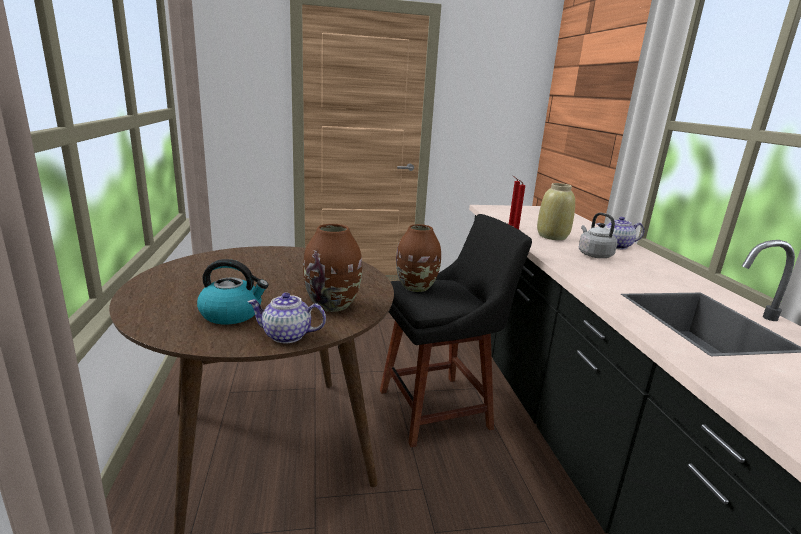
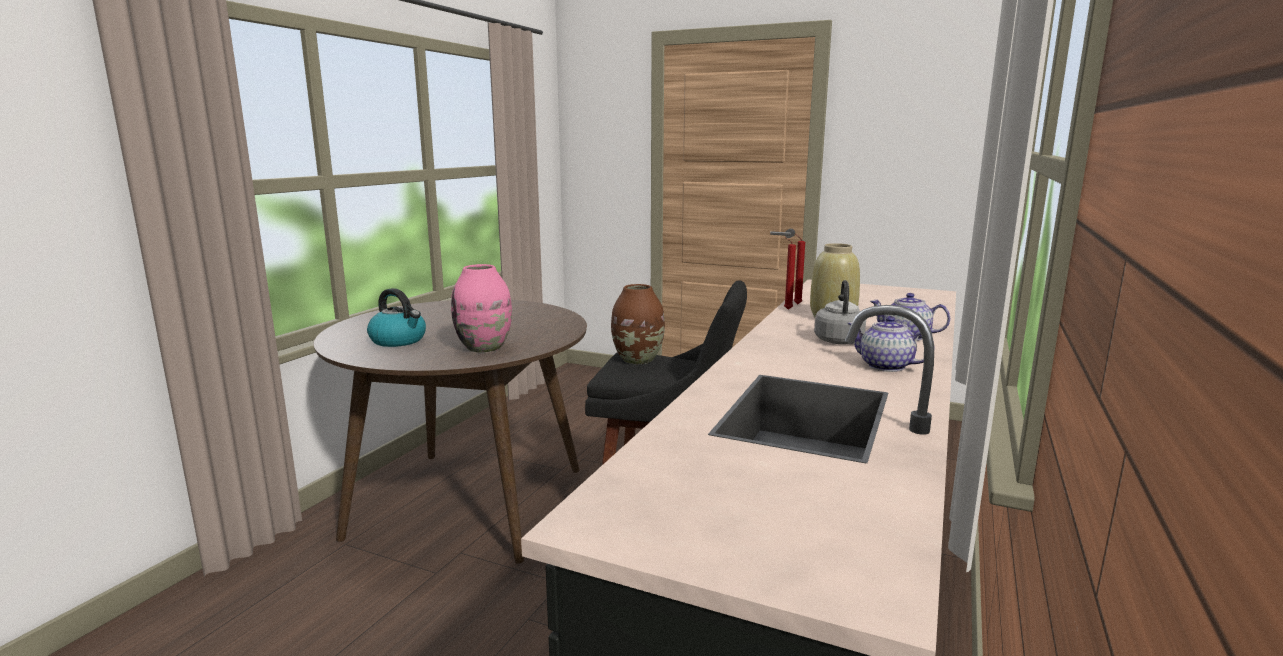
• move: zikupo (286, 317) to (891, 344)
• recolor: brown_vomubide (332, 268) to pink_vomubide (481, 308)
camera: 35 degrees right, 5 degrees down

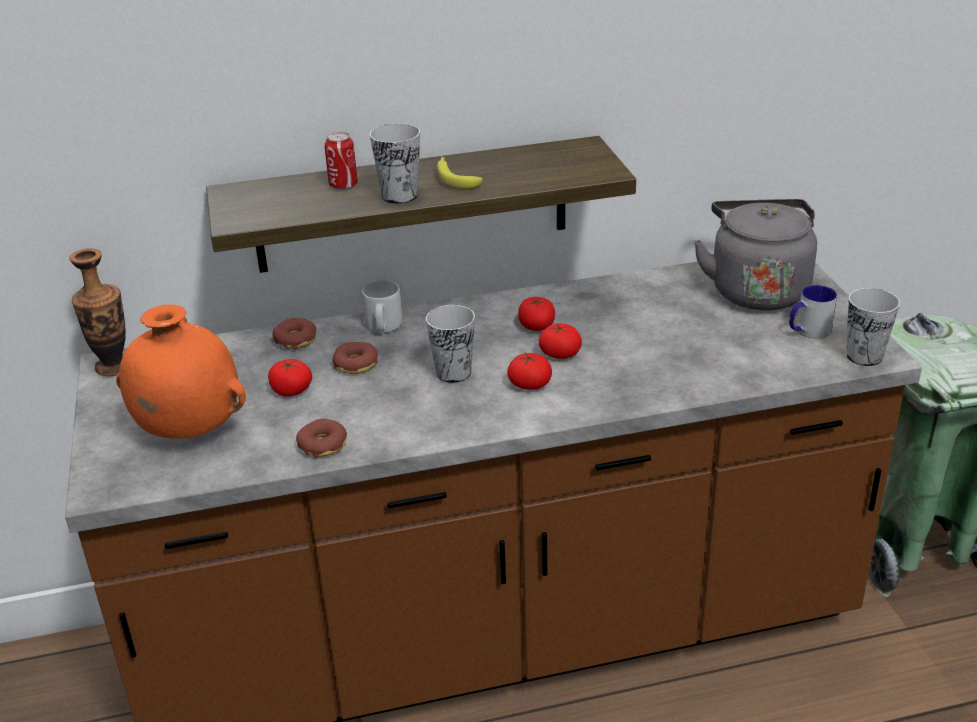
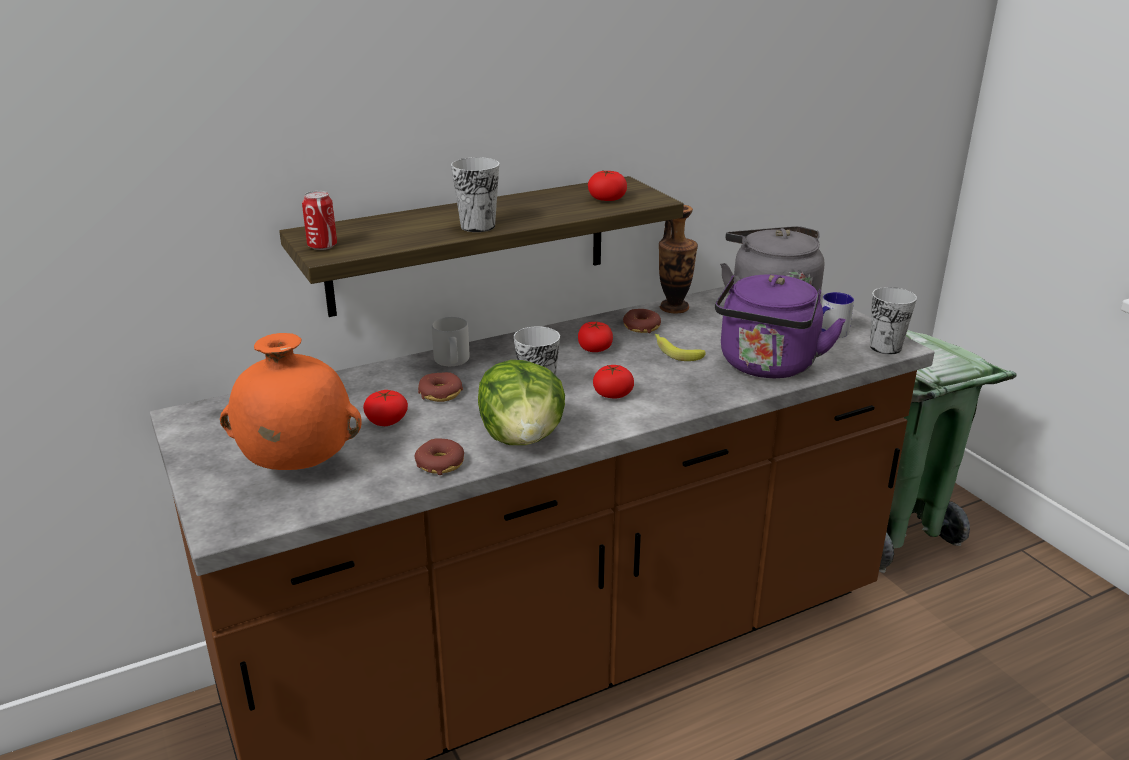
• move: vomubide (97, 312) to (678, 259)
• move: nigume (294, 334) to (642, 321)
• move: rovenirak (341, 161) to (319, 220)
• move: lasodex (460, 173) to (680, 347)
• move: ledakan (560, 341) to (607, 185)
• insert: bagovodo (521, 402)
• insert: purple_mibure (780, 326)
camera: 15 degrees left, 5 degrees down

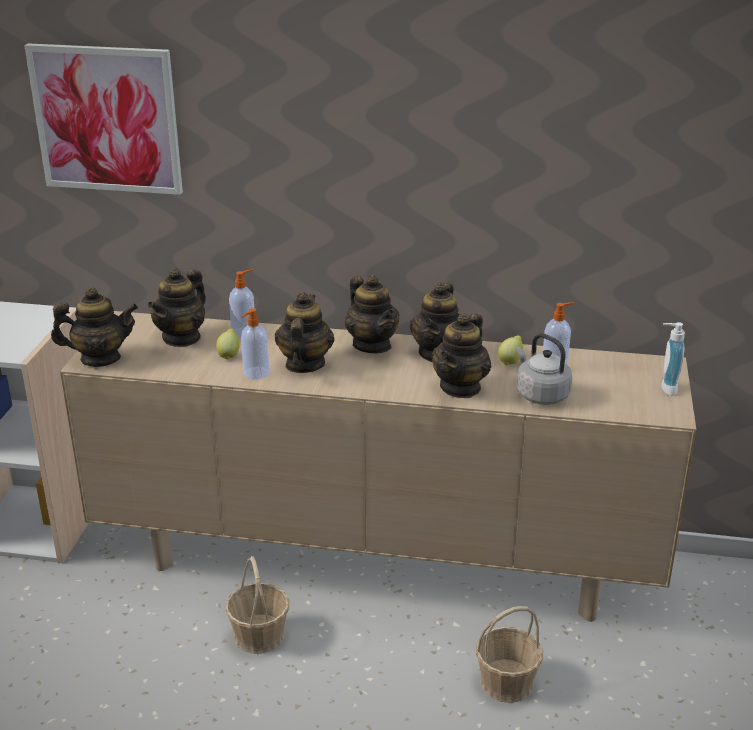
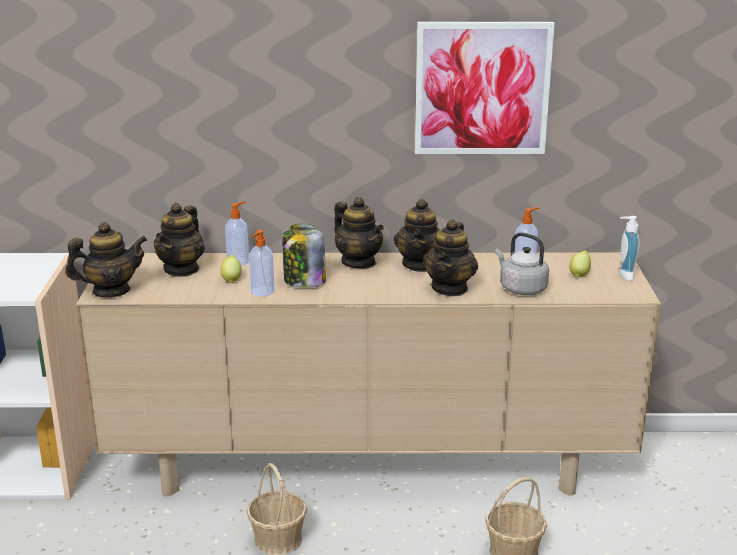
• move: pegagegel (103, 119) to (485, 88)
• replace: zikupo (304, 332) to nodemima (304, 256)
• move: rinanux (510, 350) to (580, 264)
camera: 10 degrees left, 5 degrees down

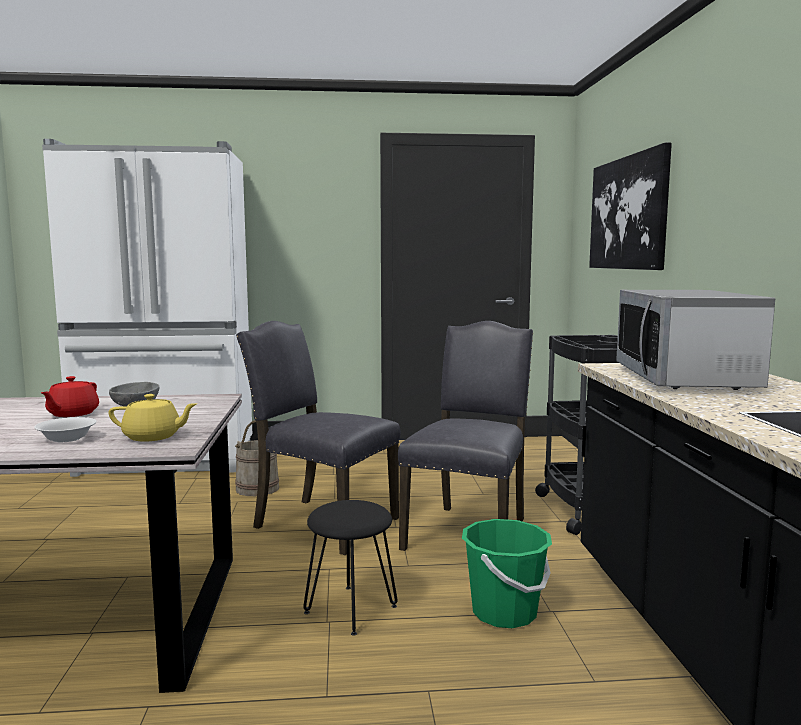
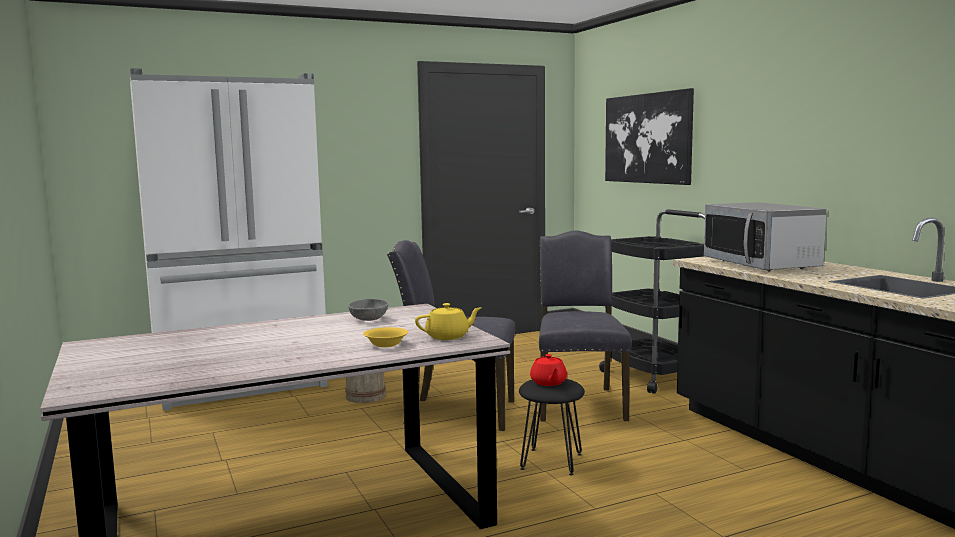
• recolor: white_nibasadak (65, 429) to yellow_nibasadak (385, 337)
• move: red_zikupo (70, 396) to (548, 370)
• delete: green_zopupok (507, 573)
camera: 20 degrees left, 0 degrees up

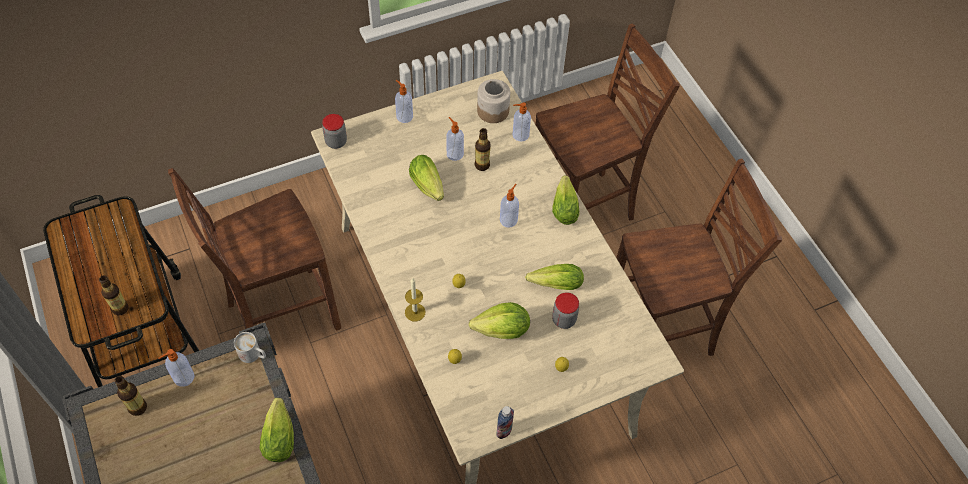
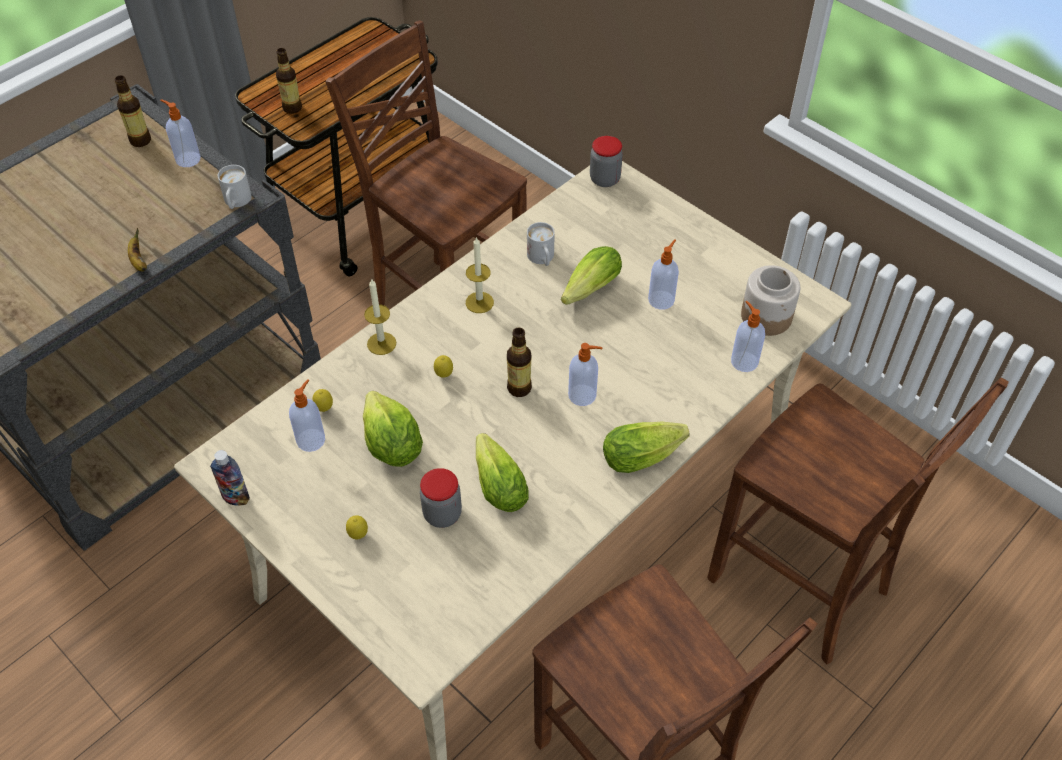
• replace: bagovodo (276, 430) to lasodex (137, 249)
• move: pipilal (404, 101) to (307, 415)
• move: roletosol (483, 149) to (519, 362)
• insert: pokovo (480, 274)
• insert: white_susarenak (541, 244)
camera: 70 degrees right, 5 degrees down

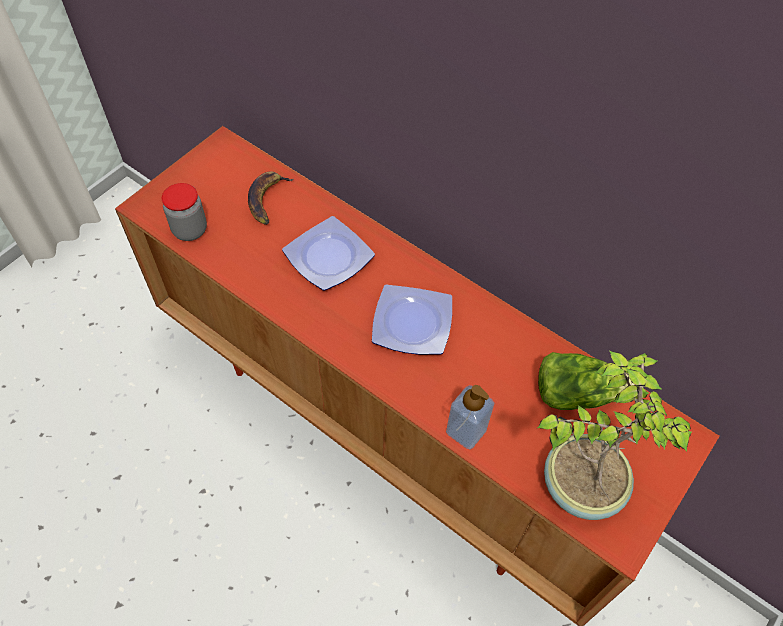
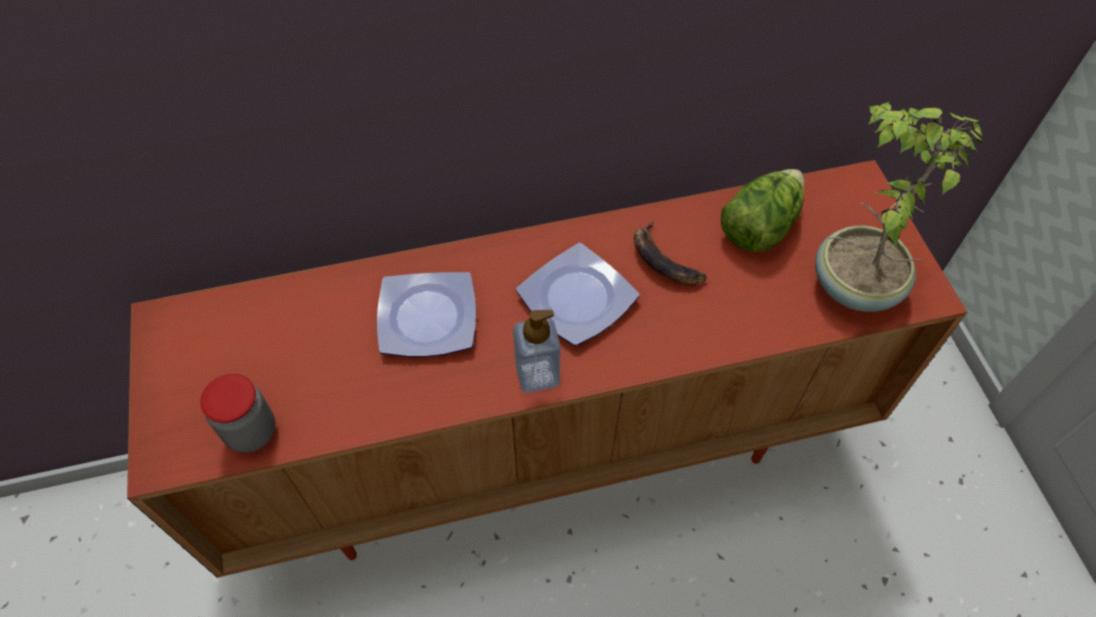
• move: lasodex (271, 198) to (670, 253)
• move: pipilal (470, 417) to (537, 351)
camera: 50 degrees left, 0 degrees up

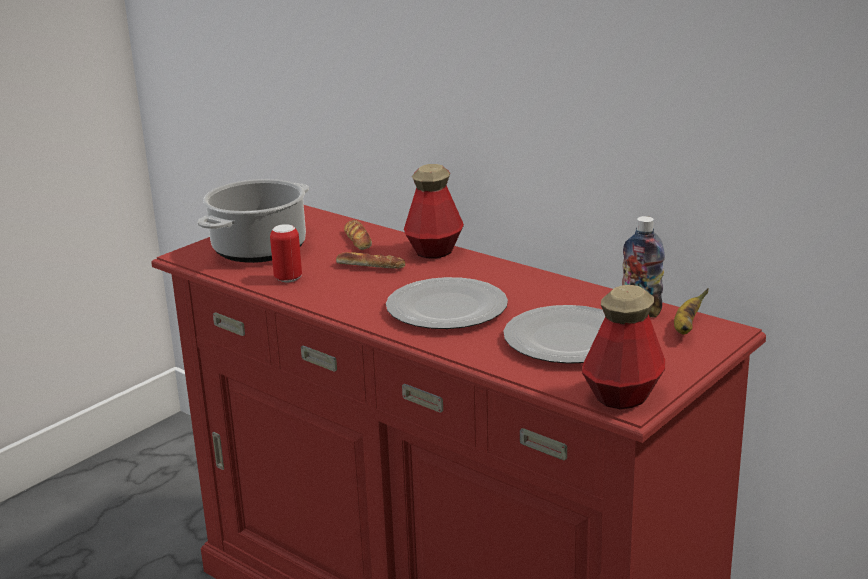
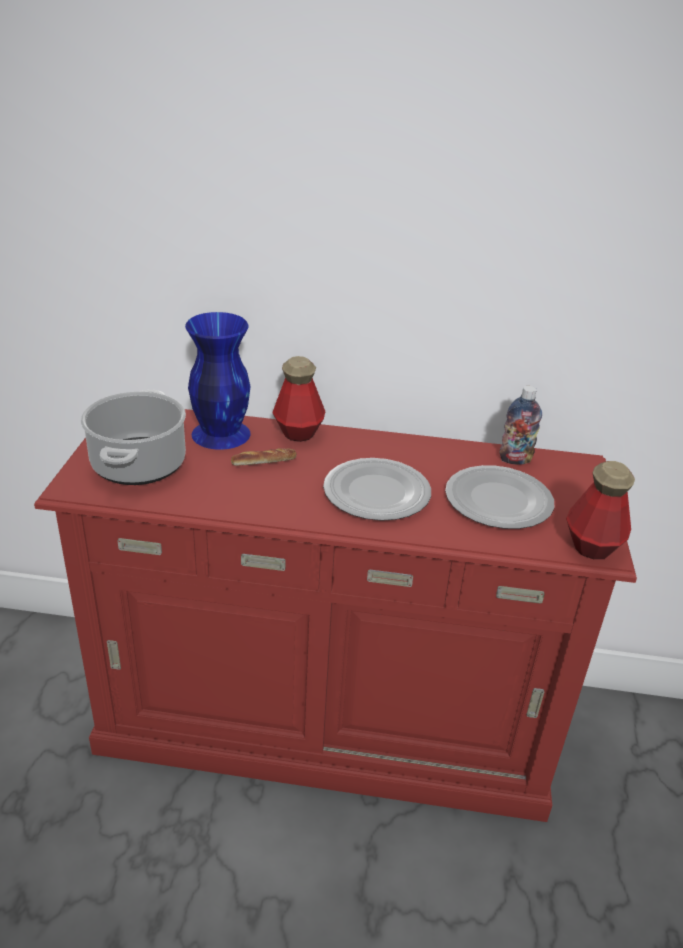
• delete: rovenirak (286, 253)
• replace: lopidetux (358, 235) to blue_vomubide (218, 381)
• delete: lasodex (691, 311)
camera: 35 degrees left, 10 degrees up

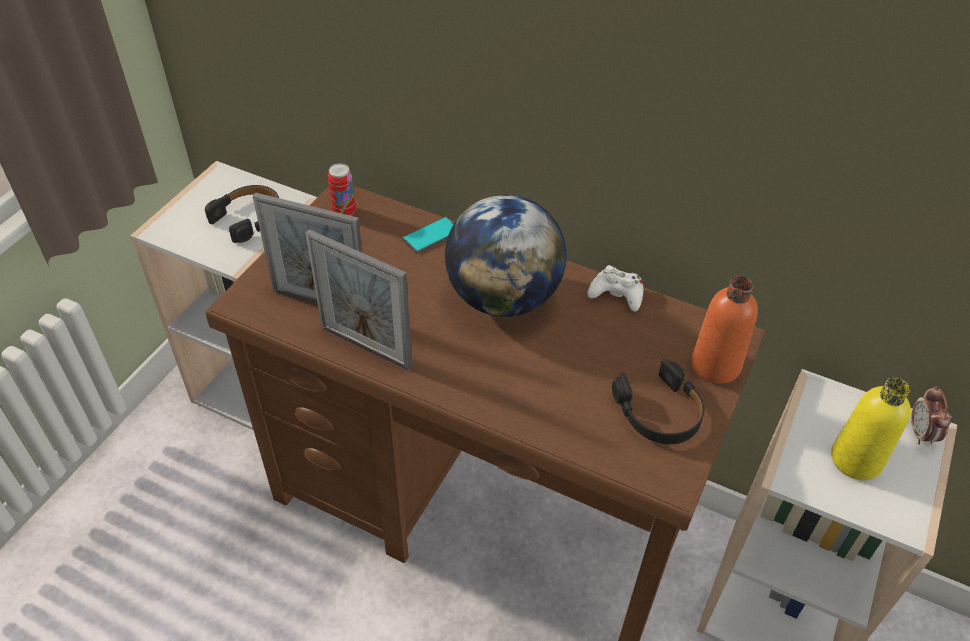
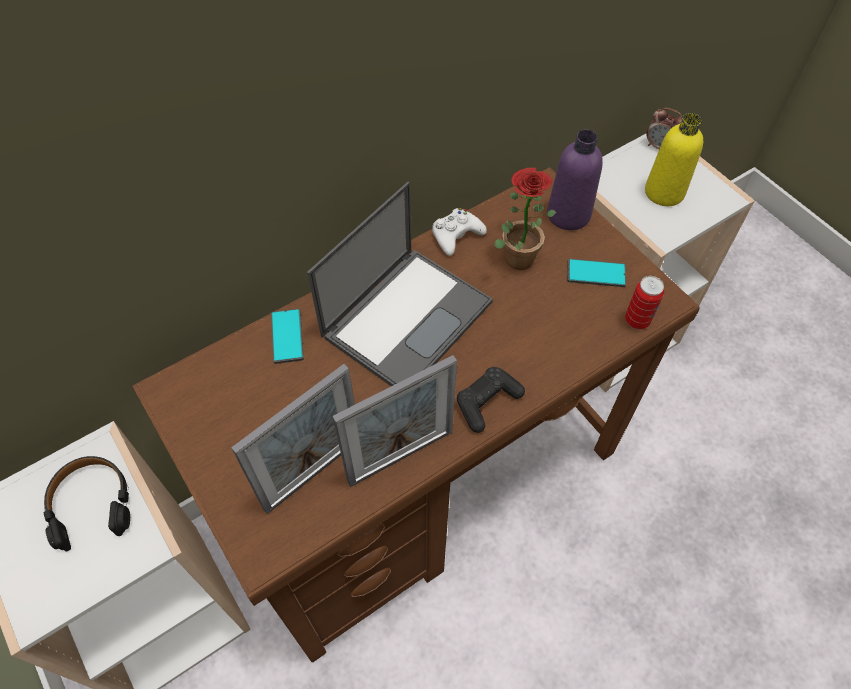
• move: rovenirak (342, 189) to (644, 303)
• replace: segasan (505, 256) to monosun (400, 284)
• replace: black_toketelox (658, 401) to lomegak (596, 273)
• recolor: orange_roletosol (724, 330) to purple_roletosol (575, 180)
• insert: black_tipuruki (491, 400)
• insert: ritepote (525, 218)
camera: 60 degrees left, 10 degrees up

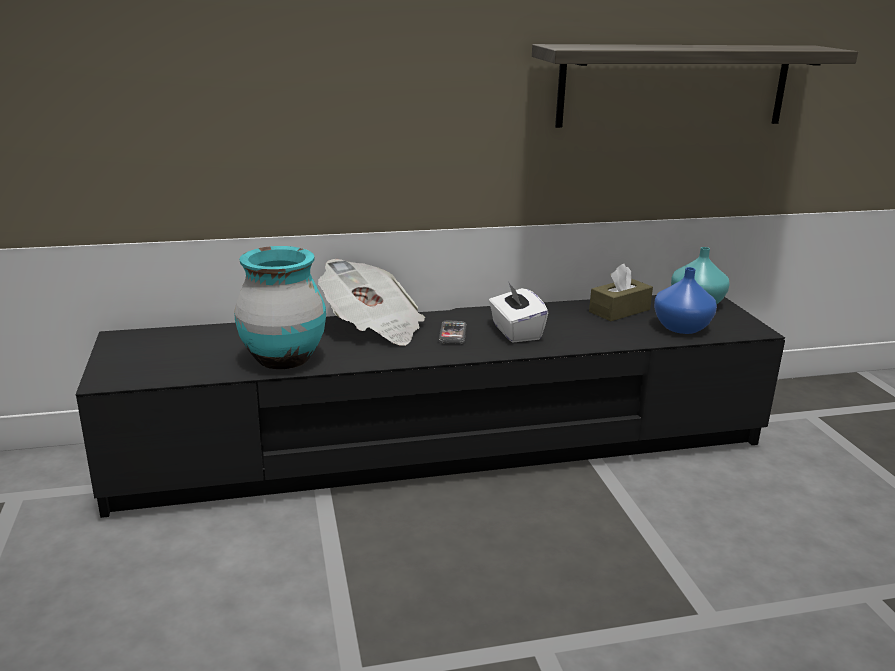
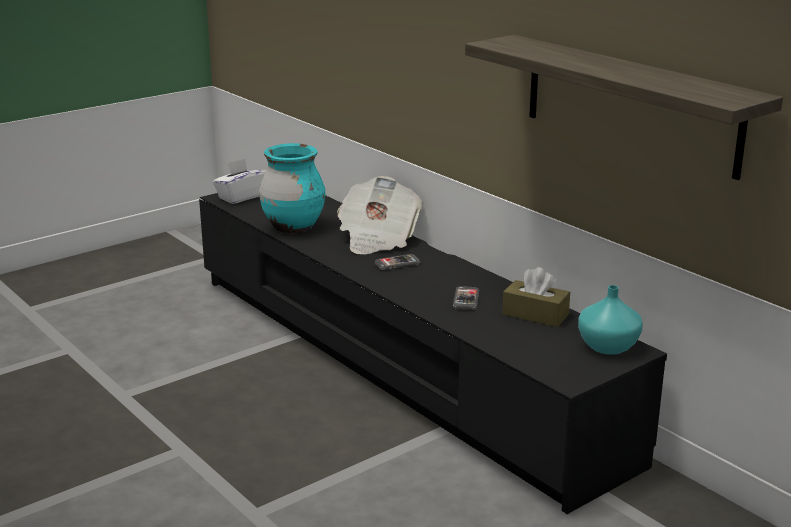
• move: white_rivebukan (518, 311) to (239, 181)
• delete: blue_vomubide (685, 300)
• insert: lomegak (466, 298)
camera: 65 degrees right, 0 degrees up

